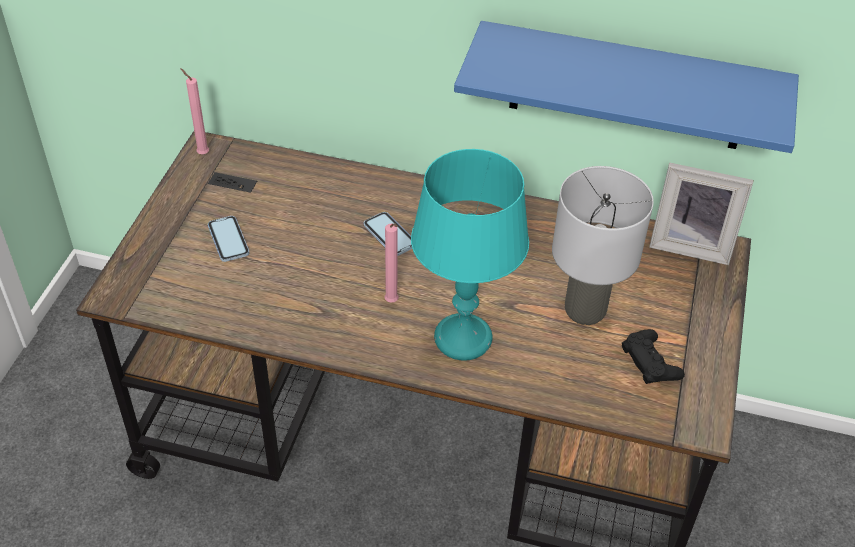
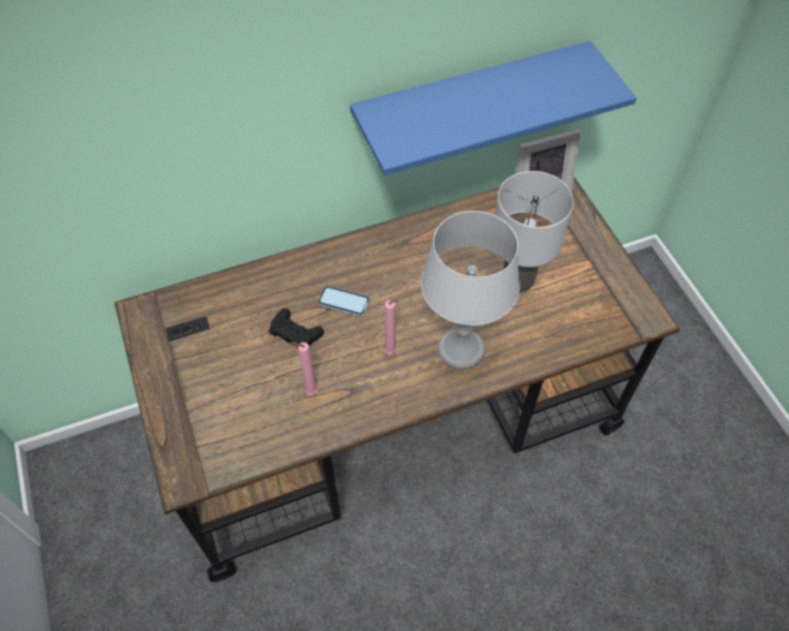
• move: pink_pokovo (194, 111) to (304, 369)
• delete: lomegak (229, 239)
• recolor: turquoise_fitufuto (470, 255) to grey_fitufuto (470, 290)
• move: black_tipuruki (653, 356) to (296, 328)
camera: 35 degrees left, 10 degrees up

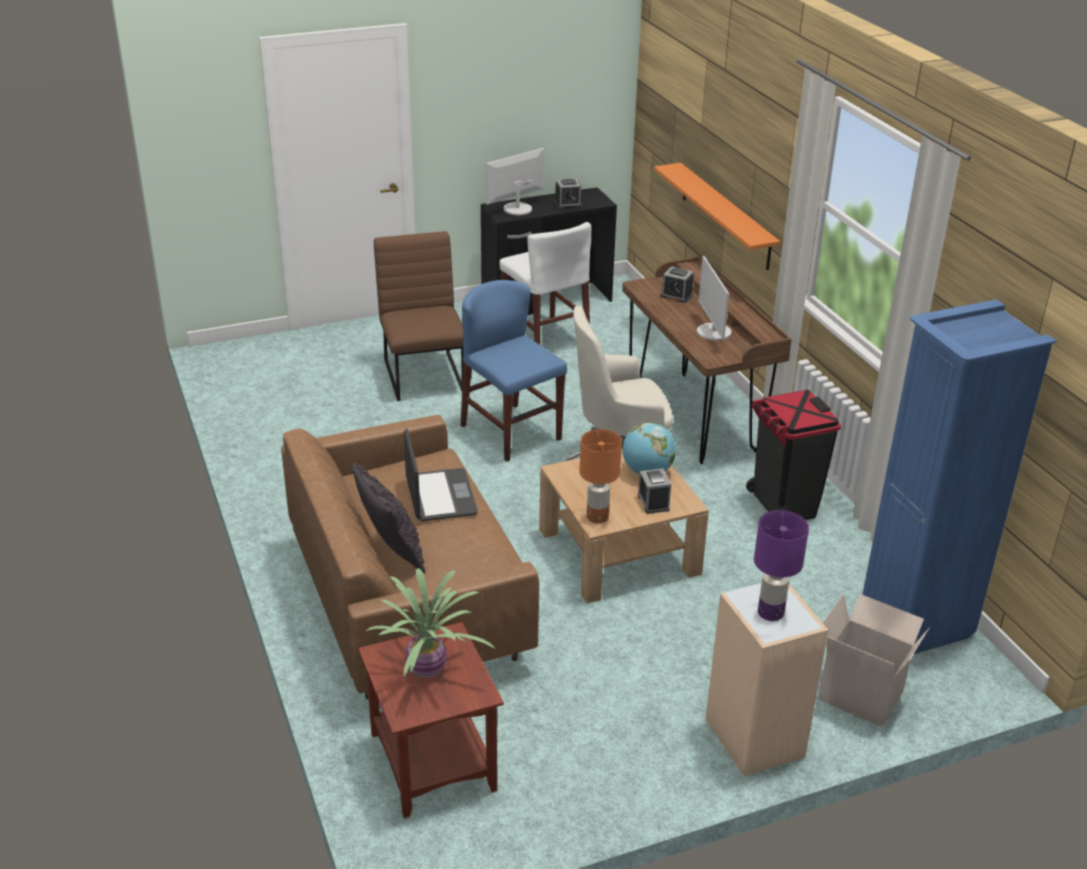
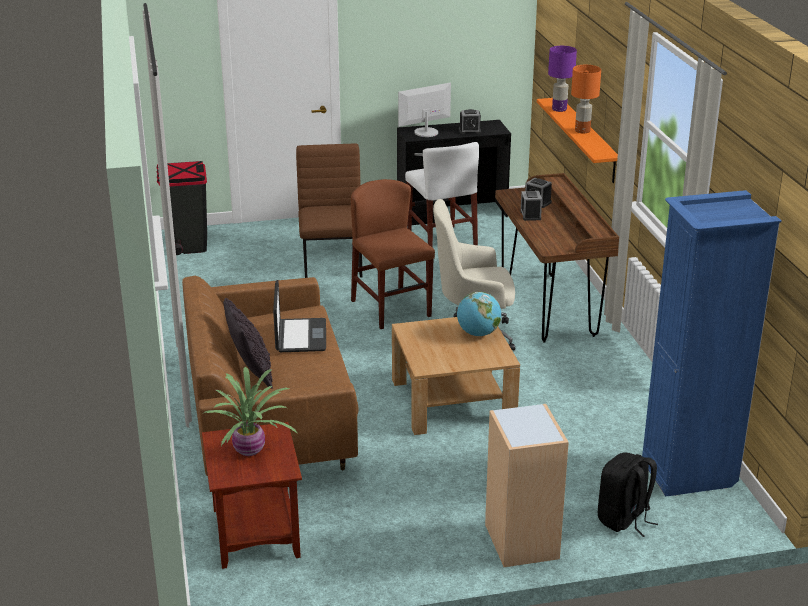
• recolor: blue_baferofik (514, 371) to brown_baferofik (393, 254)
• move: orange_fitufuto (600, 476) to (586, 99)
• move: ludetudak (654, 491) to (531, 206)
• delete: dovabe (714, 298)
• move: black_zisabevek (793, 455) to (181, 208)
• move: purple_fitufuto (781, 565) to (562, 79)
• replace: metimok (874, 660) to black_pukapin (628, 494)
camera: 10 degrees right, 5 degrees down

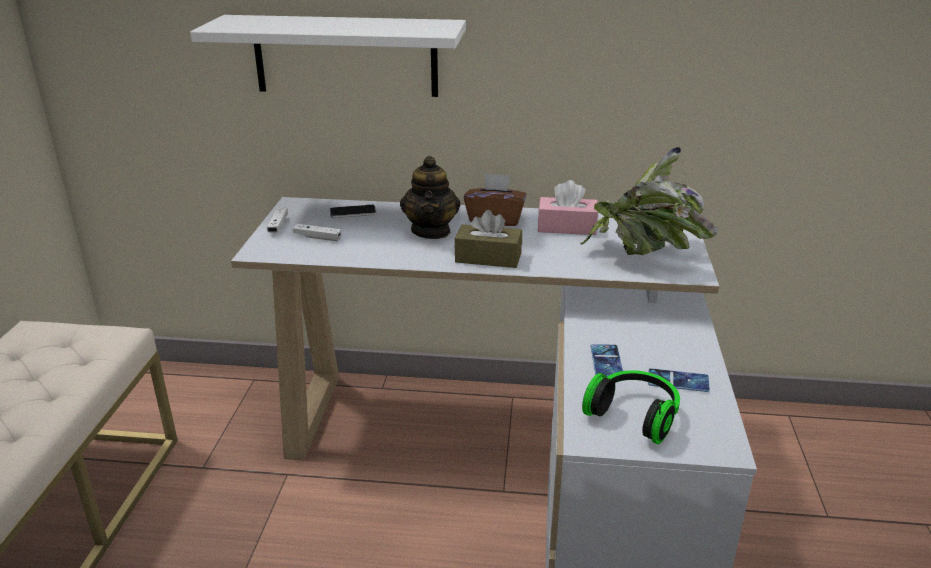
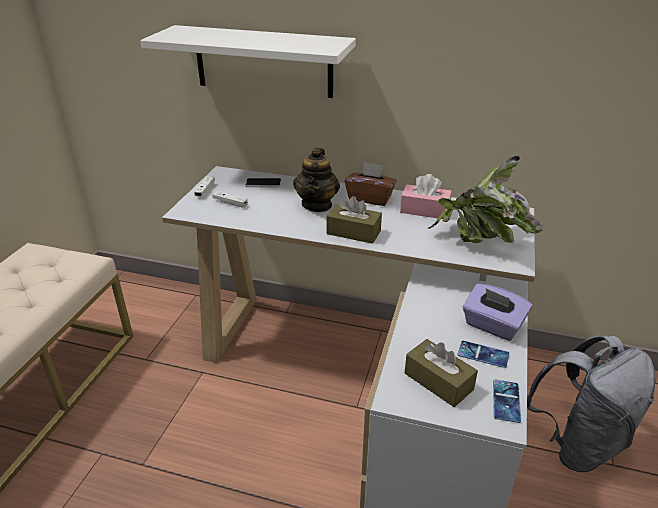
• replace: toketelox (631, 407) to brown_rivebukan (441, 373)
• move: lomegak (607, 360) to (507, 401)
• insert: purple_rivebukan (498, 312)
• insert: grey_pukapin (591, 404)
camera: 10 degrees right, 5 degrees up

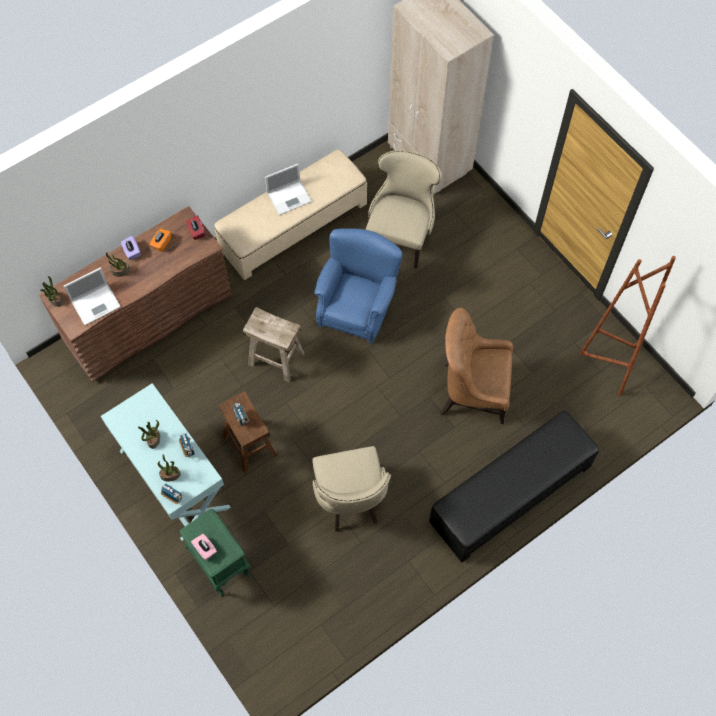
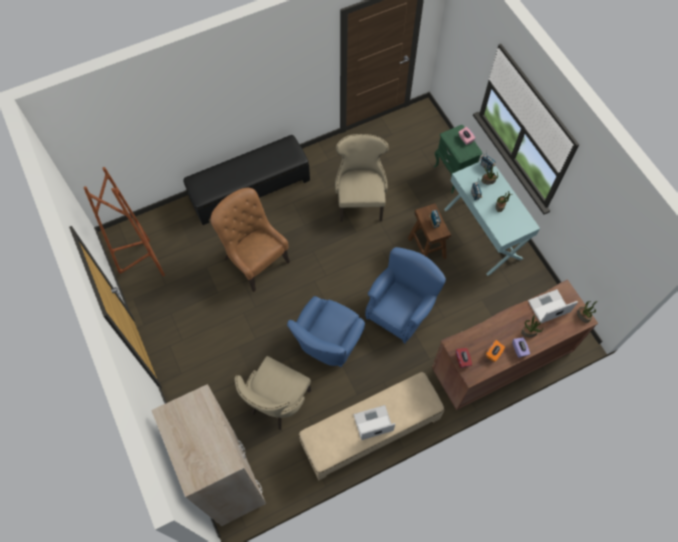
• replace: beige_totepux (273, 344) to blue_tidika (405, 295)
• rotate: brown_baferofik (476, 366) = (250, 240) 150 degrees counterclockwise
camera: 170 degrees left, 0 degrees up

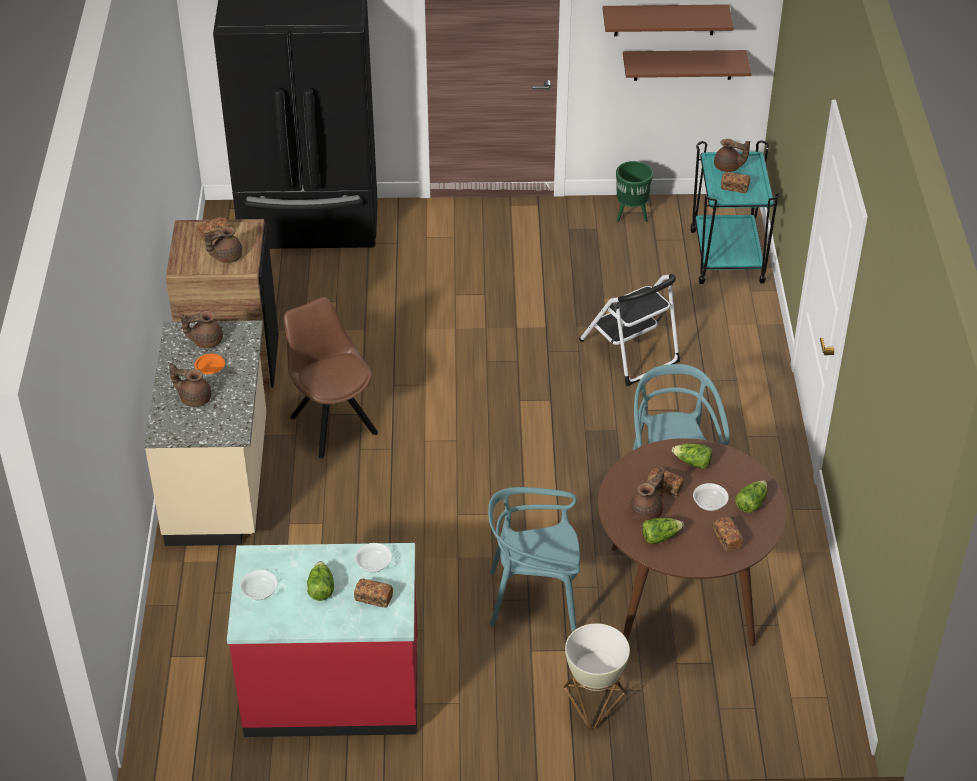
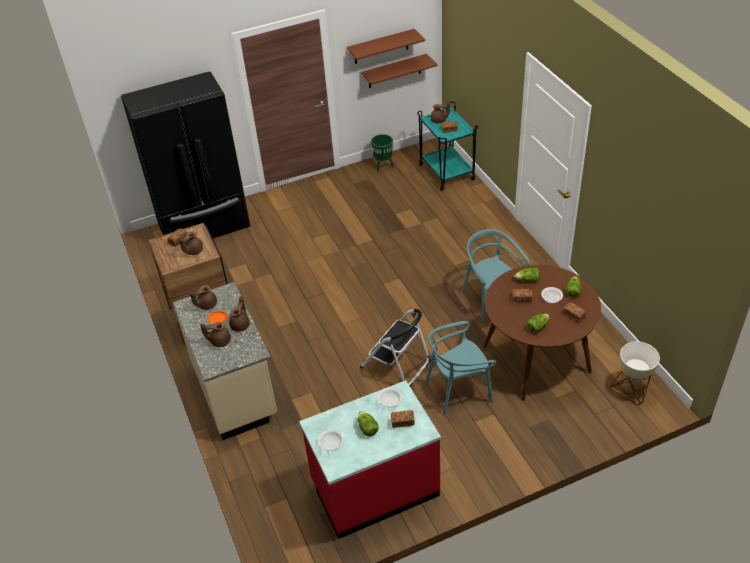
• delete: brown_baferofik (331, 377)
• move: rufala (597, 676) to (635, 372)
• move: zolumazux (629, 330) to (395, 347)
• move: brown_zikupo (647, 495) to (239, 314)
camera: 20 degrees left, 0 degrees up

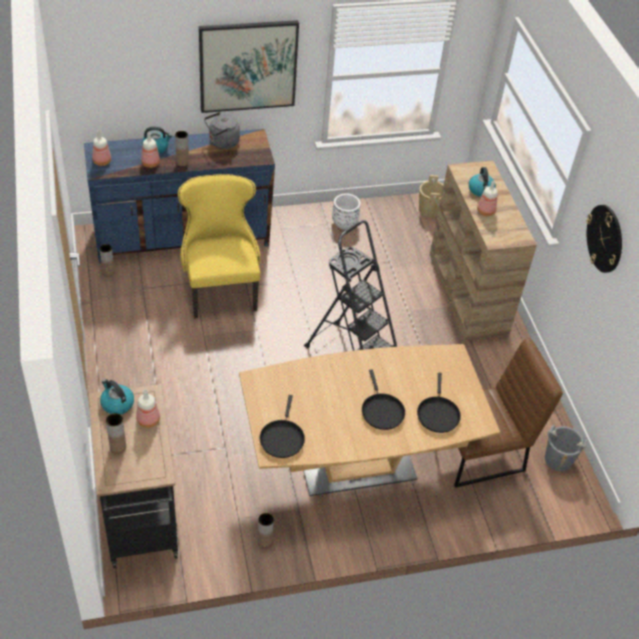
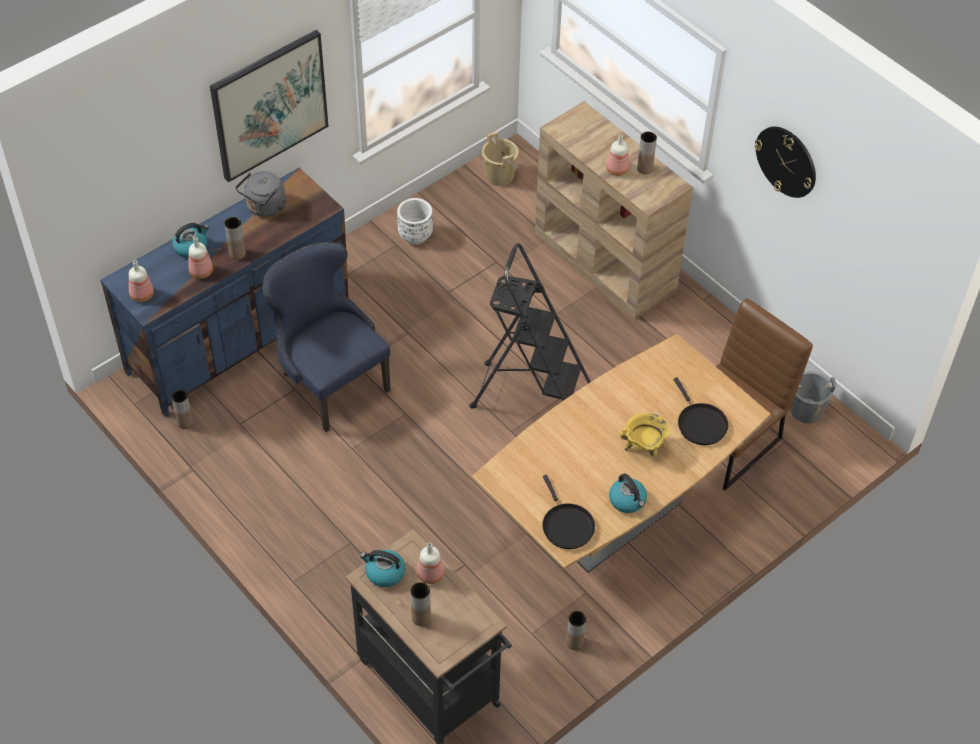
• recolor: yellow_baferofik (219, 246) to blue_baferofik (327, 337)
• replace: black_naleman (383, 400) to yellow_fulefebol (645, 434)
• move: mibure (482, 182) to (628, 493)
• insert: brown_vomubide (647, 153)
camera: 25 degrees left, 5 degrees up

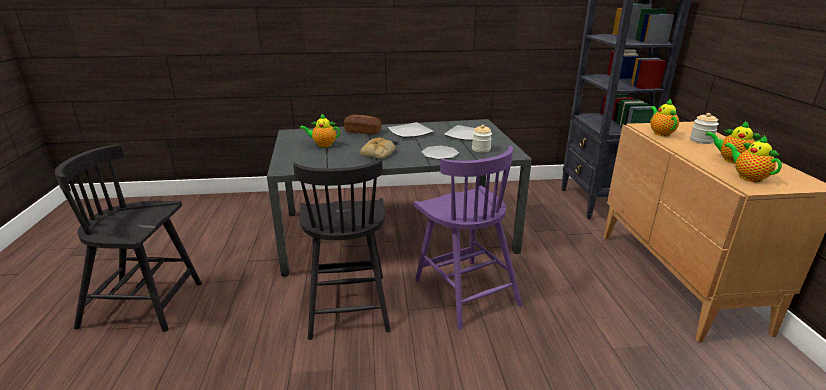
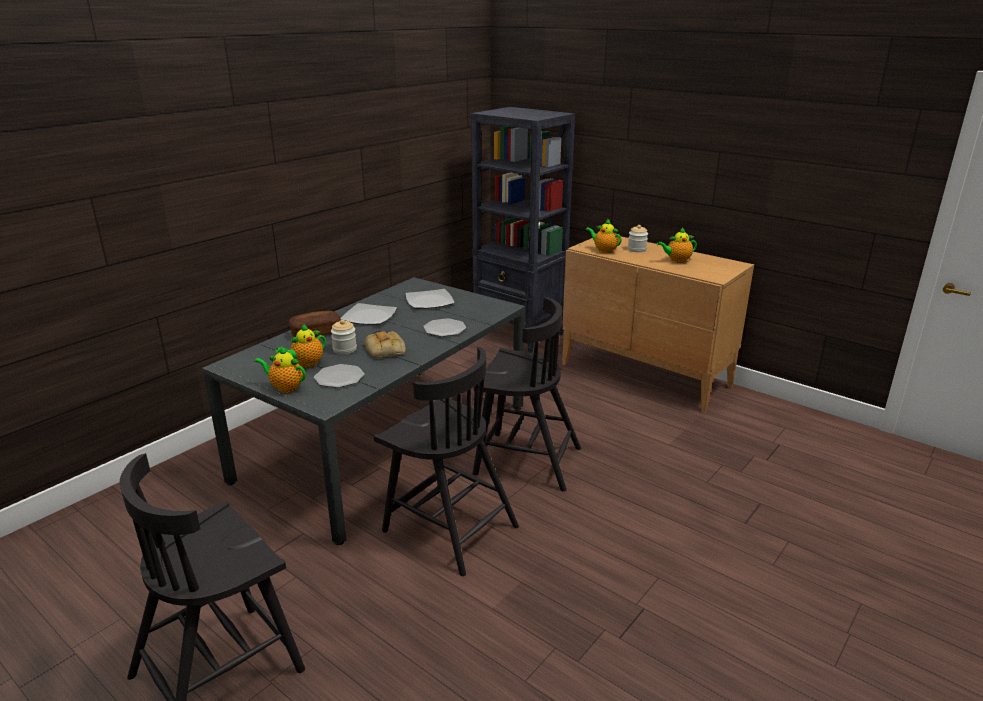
• recolor: purple_baferofik (468, 237) to black_baferofik (527, 394)
• move: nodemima (482, 139) to (344, 337)
• move: zikupo (753, 158) to (280, 369)
• insert: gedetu (339, 376)
camera: 45 degrees left, 0 degrees up

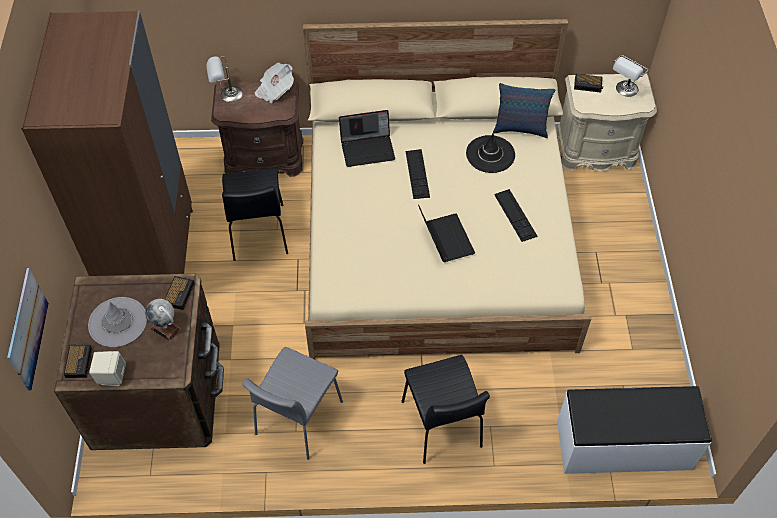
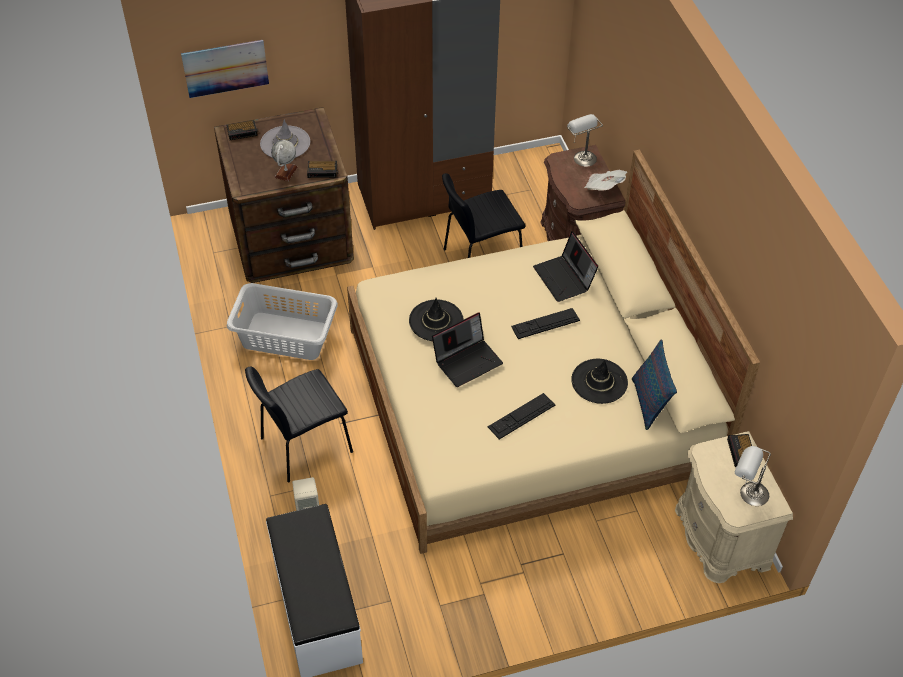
• move: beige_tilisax (107, 368) to (305, 494)
• replace: grey_baferofik (292, 403) to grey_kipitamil (282, 321)
• insert: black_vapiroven (436, 319)
camera: 75 degrees right, 5 degrees down

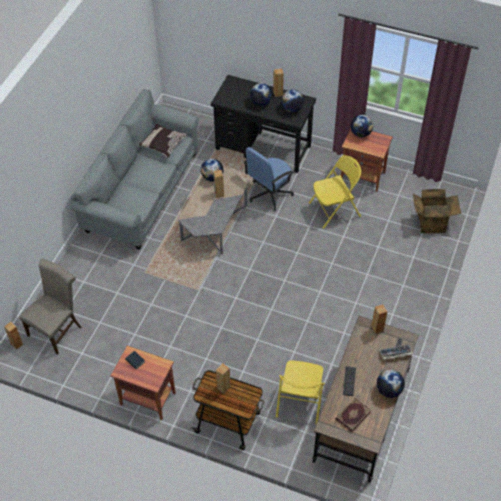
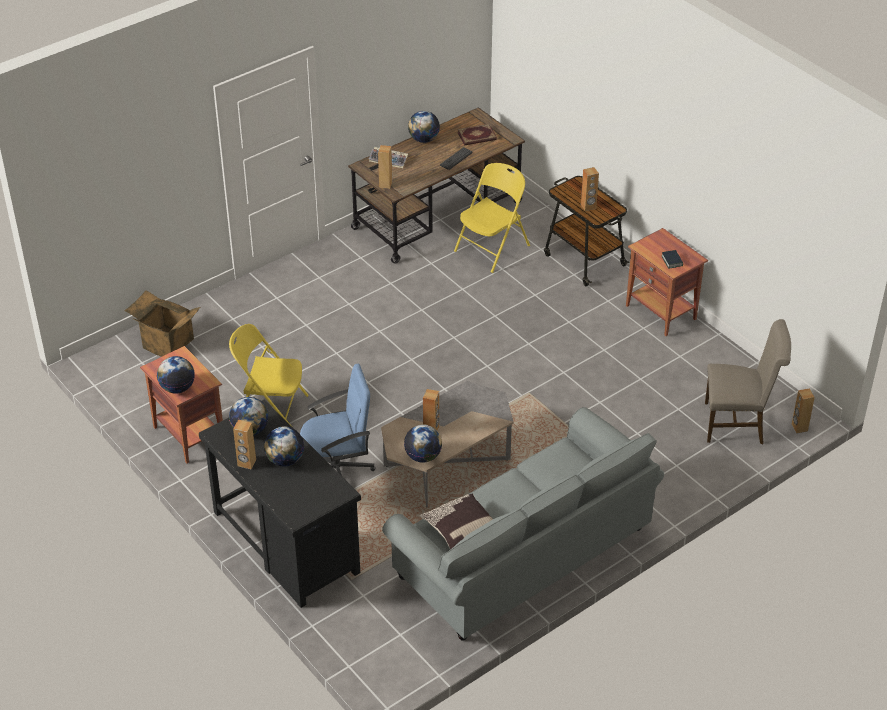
• rotate: beige_baferofik (50, 306) = (748, 381) 150 degrees counterclockwise
camera: 150 degrees left, 10 degrees down

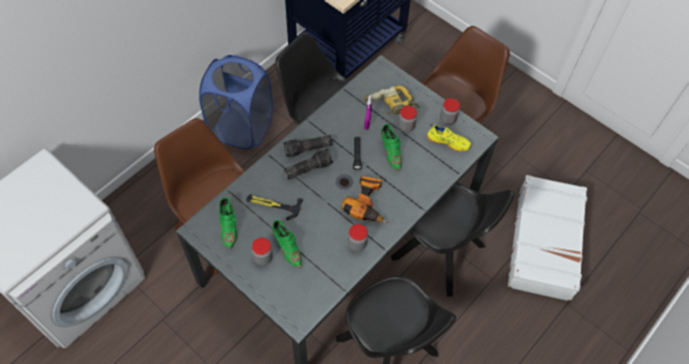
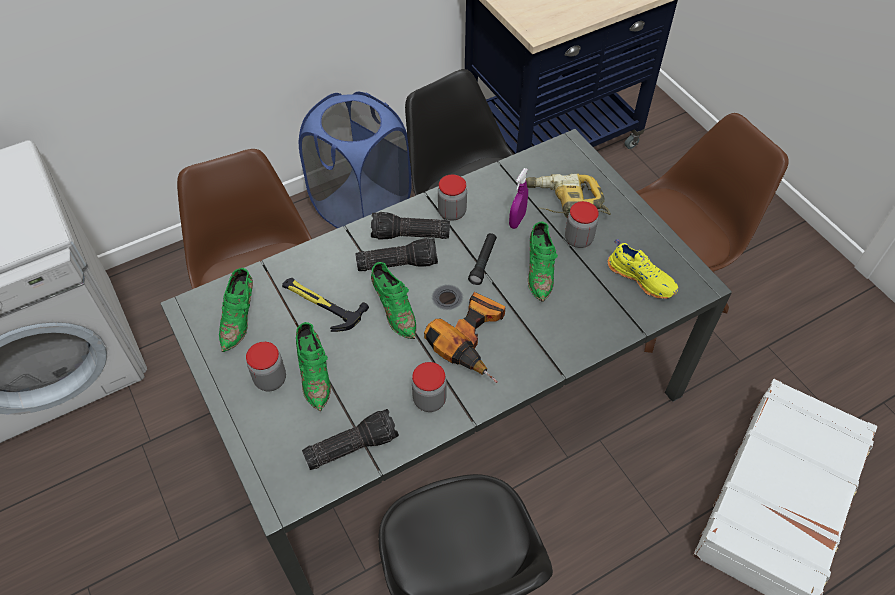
• delete: black_baferofik (453, 240)
• move: nodemima (450, 111) to (452, 197)
• insert: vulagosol (350, 439)
• insert: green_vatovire (393, 300)
camera: 20 degrees right, 5 degrees down

